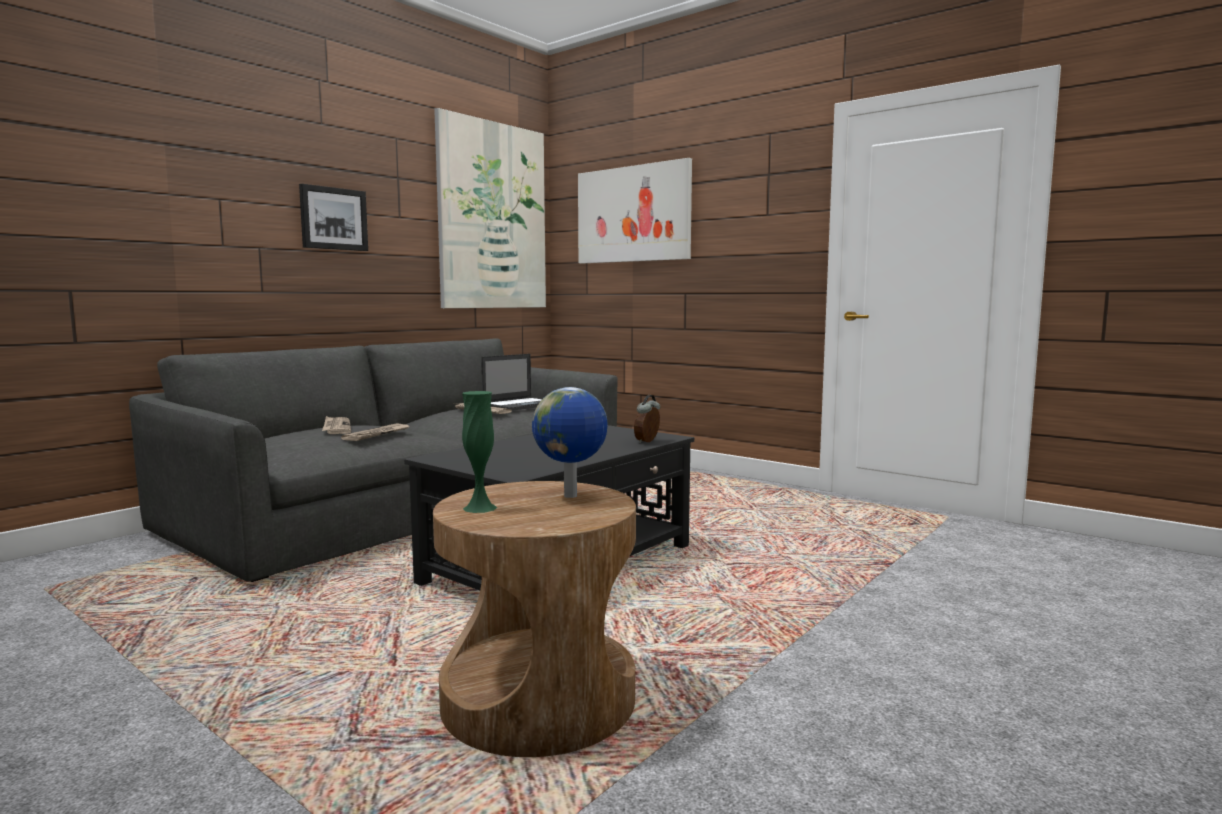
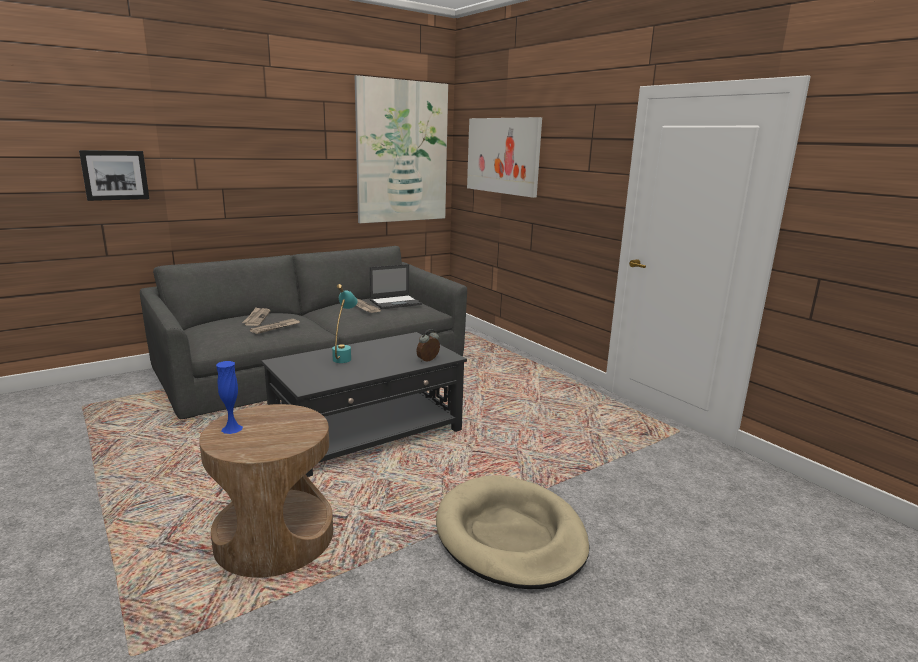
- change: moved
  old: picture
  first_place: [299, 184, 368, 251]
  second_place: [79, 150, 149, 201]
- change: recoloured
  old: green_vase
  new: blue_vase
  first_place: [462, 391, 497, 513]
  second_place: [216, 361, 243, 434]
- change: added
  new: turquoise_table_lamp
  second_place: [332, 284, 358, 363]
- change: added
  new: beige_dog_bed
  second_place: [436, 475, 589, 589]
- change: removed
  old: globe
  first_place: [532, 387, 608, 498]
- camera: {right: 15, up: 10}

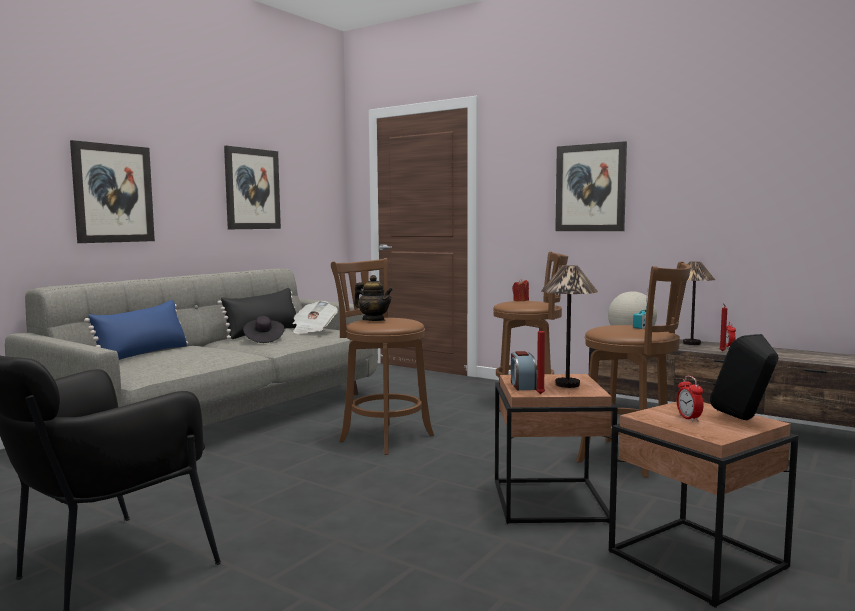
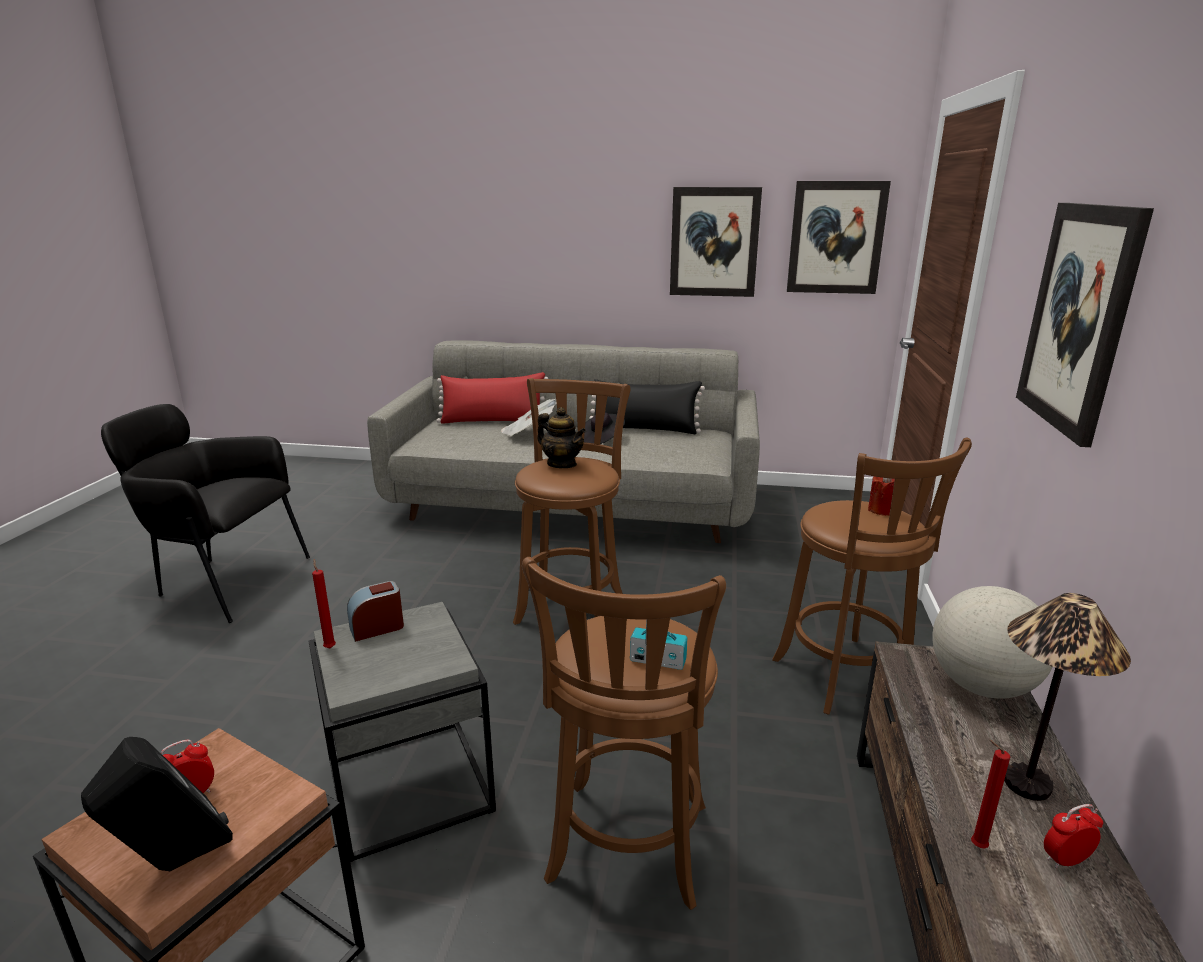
- change: recoloured
  old: brown_side_table
  new: grey_side_table
  first_place: [495, 374, 617, 524]
  second_place: [309, 602, 496, 862]
- change: recoloured
  old: blue_pillow
  new: red_pillow
  first_place: [84, 300, 188, 360]
  second_place: [436, 372, 548, 424]
- change: moved
  old: newspaper
  first_place: [292, 301, 338, 334]
  second_place: [501, 399, 557, 437]
- change: turned
  old: teapot
  first_place: [354, 275, 393, 321]
  second_place: [537, 407, 586, 468]
  degrees: -60
- change: moved
  old: picture
  first_place: [70, 140, 155, 243]
  second_place: [787, 181, 891, 294]
- change: removed
  old: table_lamp
  first_place: [541, 265, 598, 388]
- camera: {right: 65, up: 15}

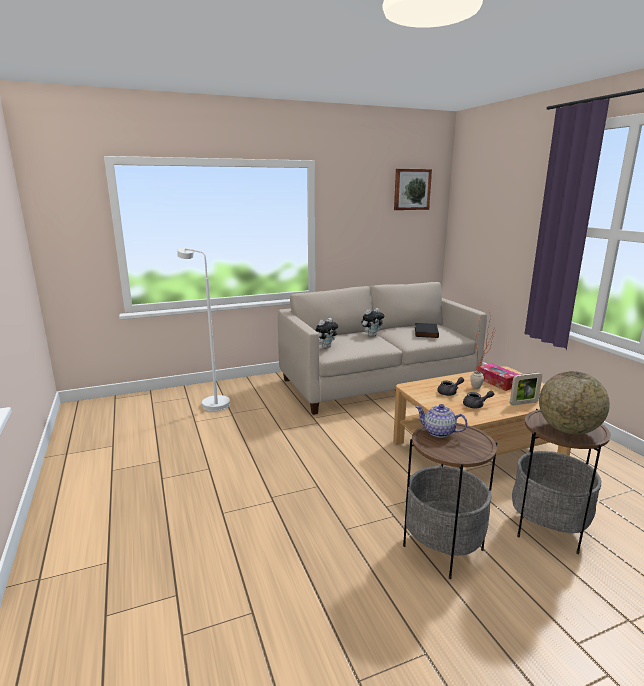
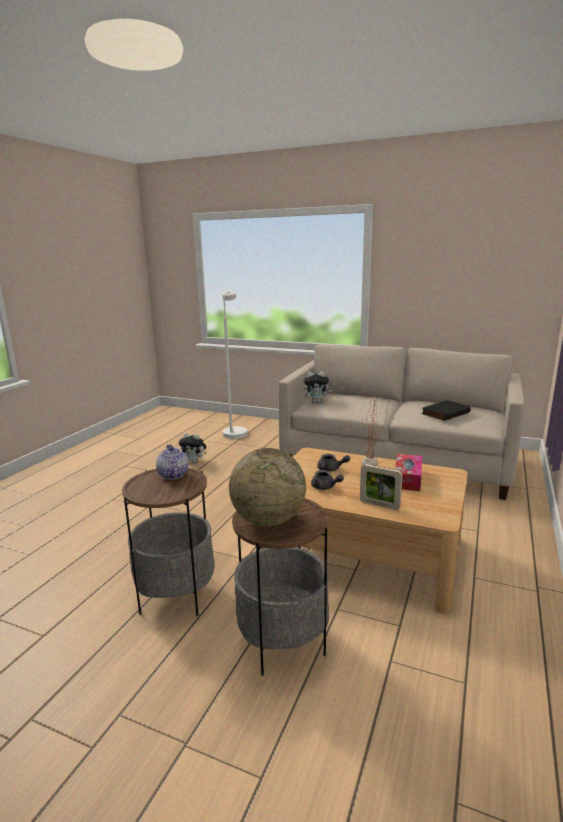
- change: moved
  old: plush_toy
  first_place: [361, 308, 384, 337]
  second_place: [179, 433, 207, 463]
- change: removed
  old: picture
  first_place: [394, 169, 432, 210]
- camera: {right: 45, up: 0}

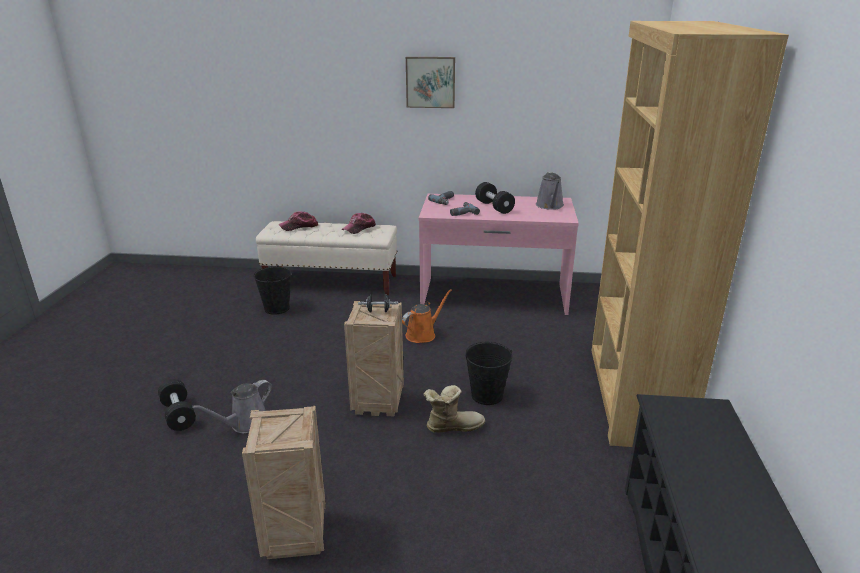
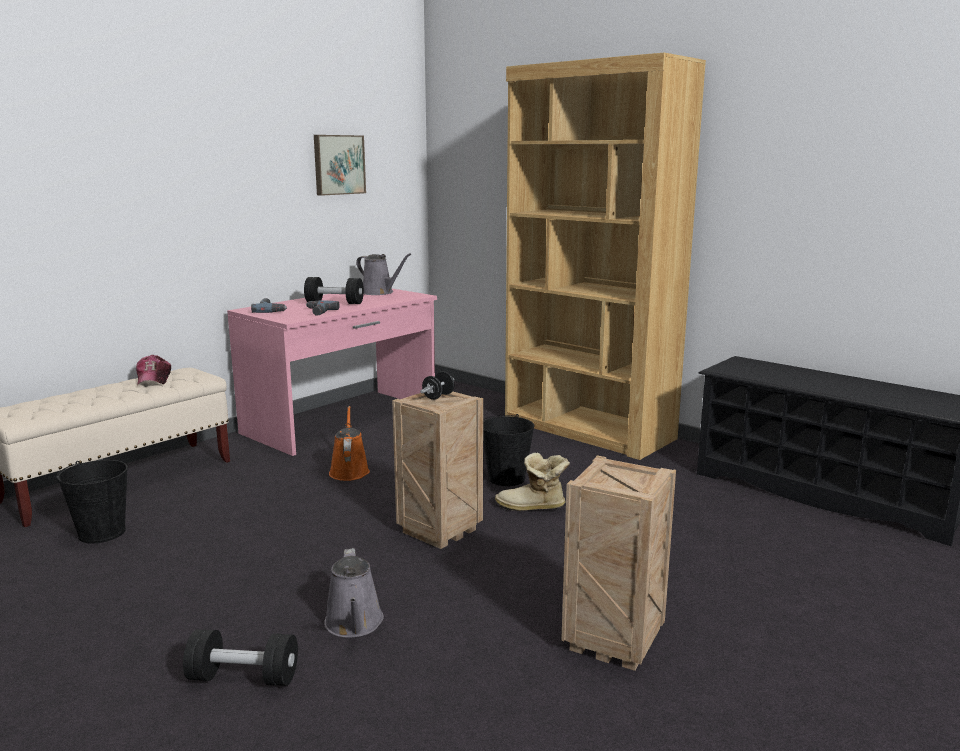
- change: moved
  old: picture
  first_place: [406, 57, 455, 108]
  second_place: [314, 135, 366, 196]
- change: turned
  old: boot
  first_place: [423, 385, 485, 433]
  second_place: [495, 453, 570, 511]
  degrees: -105
- change: removed
  old: cap
  first_place: [279, 211, 318, 231]
- camera: {right: -55, up: -10}

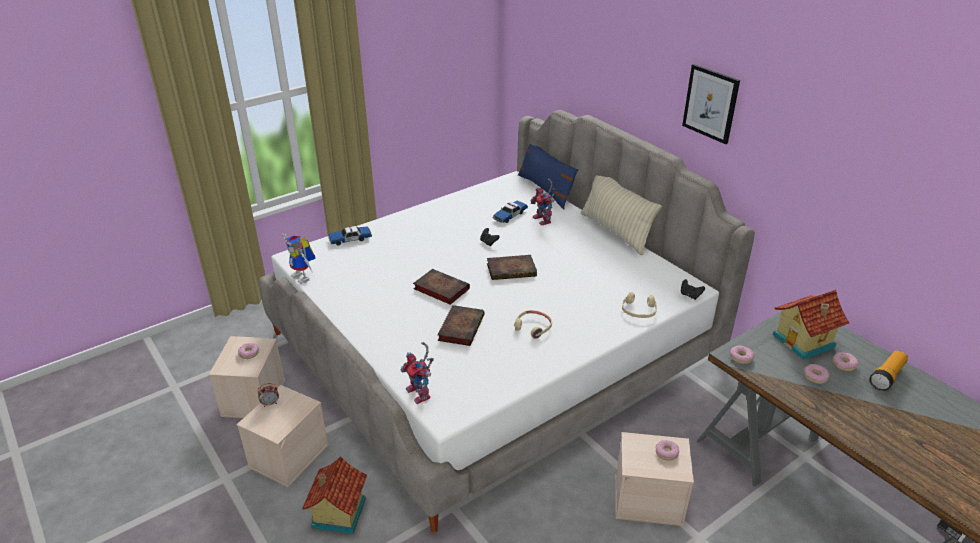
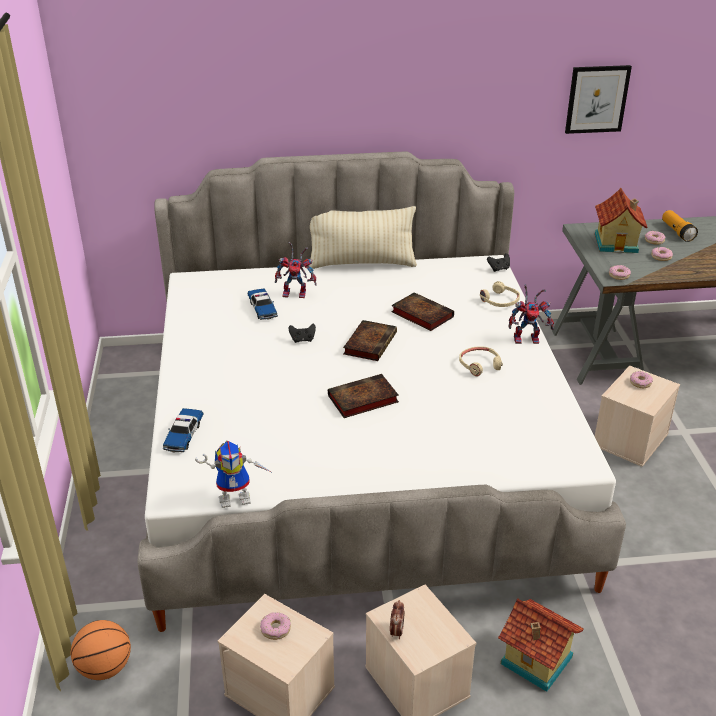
- change: added
  new: basketball
  second_place: [71, 620, 131, 680]
- change: moved
  old: book
  first_place: [437, 305, 484, 346]
  second_place: [391, 292, 454, 331]
- change: moved
  old: toy_robot
  first_place: [400, 342, 433, 404]
  second_place: [509, 284, 554, 344]
- change: moved
  old: picture
  first_place: [682, 64, 740, 144]
  second_place: [565, 65, 632, 134]
- change: removed
  old: blue_pillow
  first_place: [518, 144, 578, 209]
- camera: {right: -60, up: 0}

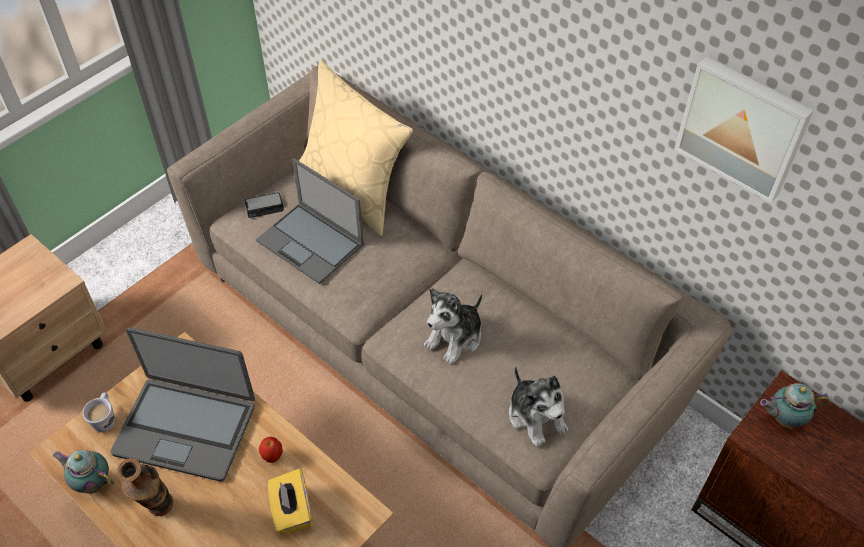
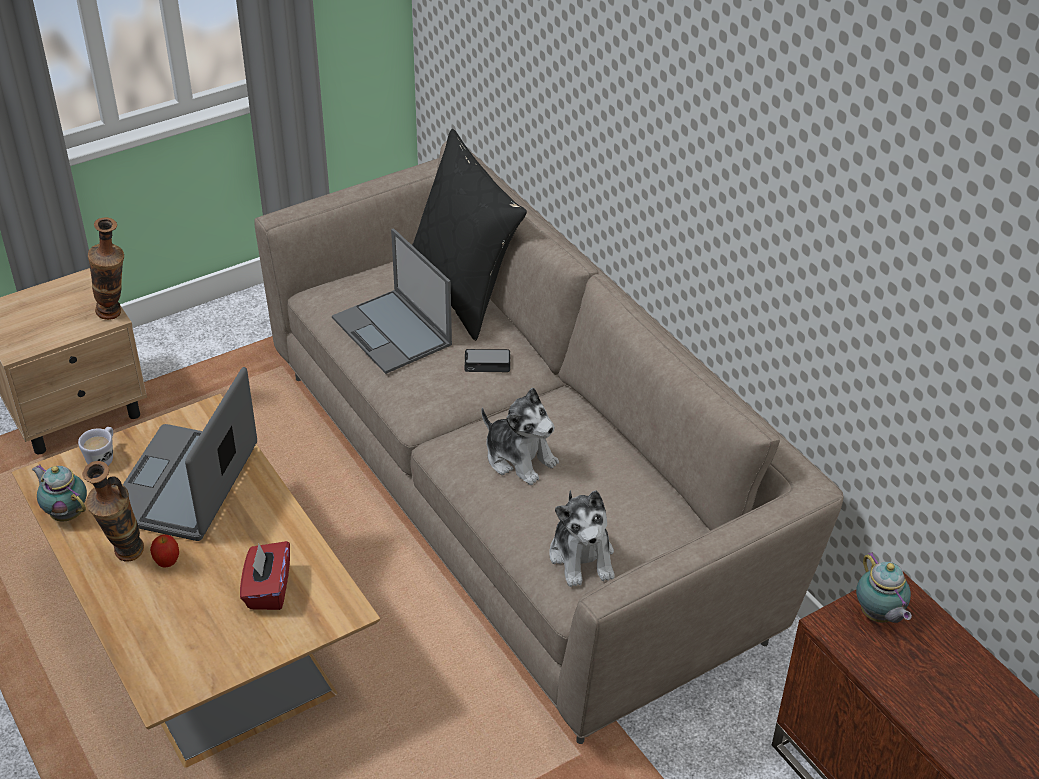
- change: added
  new: vase
  second_place: [88, 218, 124, 320]
- change: turned
  old: laptop
  first_place: [110, 328, 255, 482]
  second_place: [123, 367, 257, 541]
  degrees: 75
- change: moved
  old: apple
  first_place: [259, 437, 283, 463]
  second_place: [150, 534, 179, 567]
- change: recoloured
  old: yellow_tissue_box
  new: red_tissue_box
  first_place: [268, 469, 312, 534]
  second_place: [240, 541, 290, 610]
- change: recoloured
  old: beige_pillow
  new: black_pillow
  first_place: [299, 61, 413, 236]
  second_place: [412, 129, 527, 341]
- change: moved
  old: phone
  first_place: [245, 192, 284, 218]
  second_place: [464, 349, 510, 372]
- change: turned
  old: plush_toy
  first_place: [424, 288, 482, 365]
  second_place: [481, 388, 559, 485]
  degrees: -105
- change: turned
  old: teapot
  first_place: [760, 383, 830, 428]
  second_place: [856, 552, 912, 623]
  degrees: -120
- change: removed
  old: picture
  first_place: [674, 56, 814, 203]
- camera: {right: 15, up: -10}

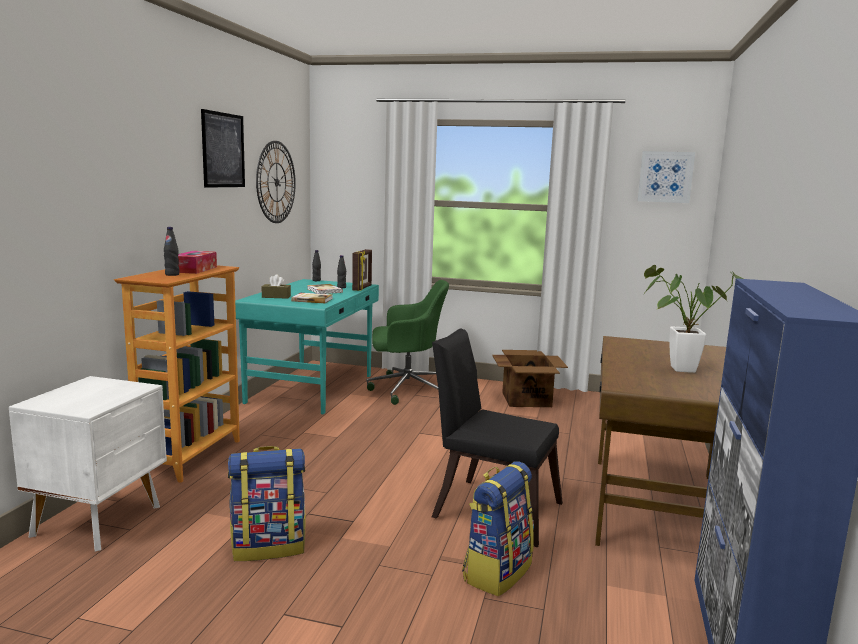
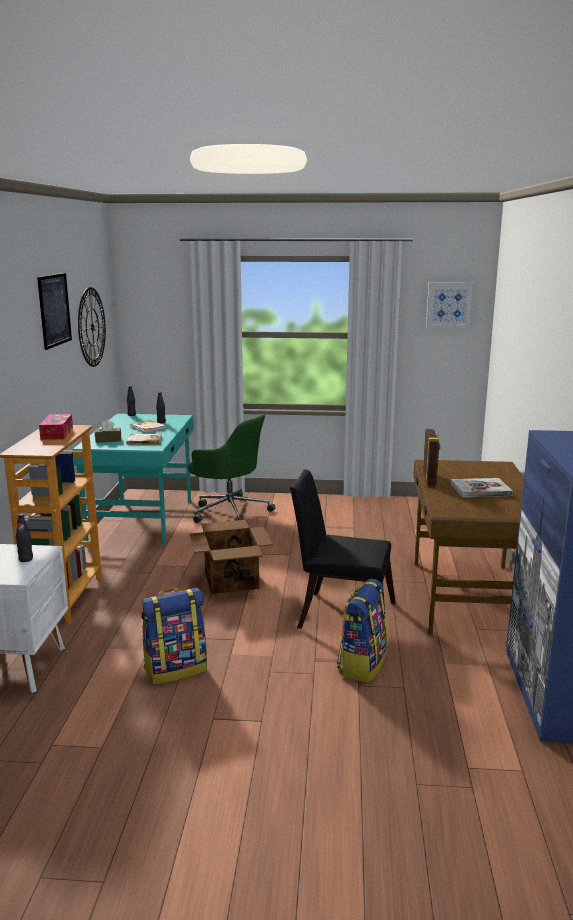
- change: moved
  old: black_bottle
  first_place: [164, 227, 179, 276]
  second_place: [16, 514, 33, 562]
- change: turned
  old: green_office_chair
  first_place: [367, 280, 449, 405]
  second_place: [188, 414, 276, 523]
  degrees: 45
- change: moved
  old: cardboard_box
  first_place: [492, 350, 568, 407]
  second_place: [190, 520, 273, 594]
- change: moved
  old: picture_frame
  first_place: [352, 249, 372, 291]
  second_place: [423, 429, 440, 486]
- change: replaced
  old: potted_plant
  new: book
  first_place: [644, 265, 743, 373]
  second_place: [451, 478, 513, 497]
- camera: {right: -10, up: 5}

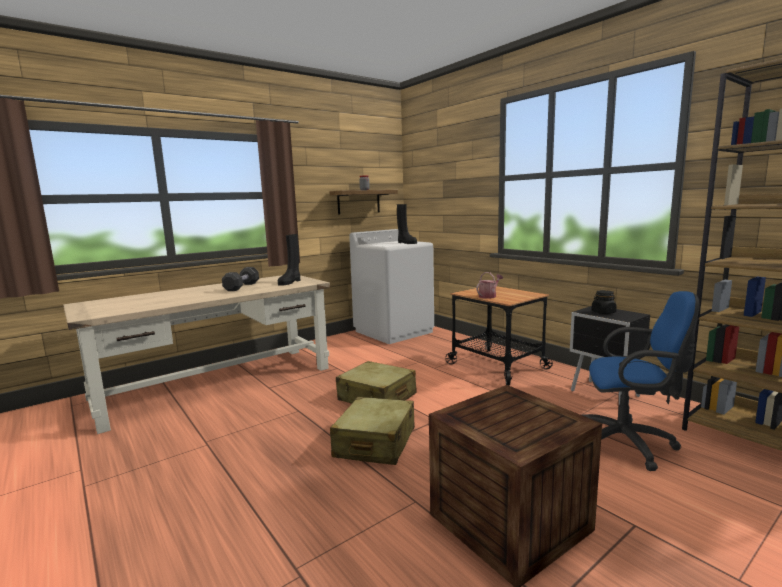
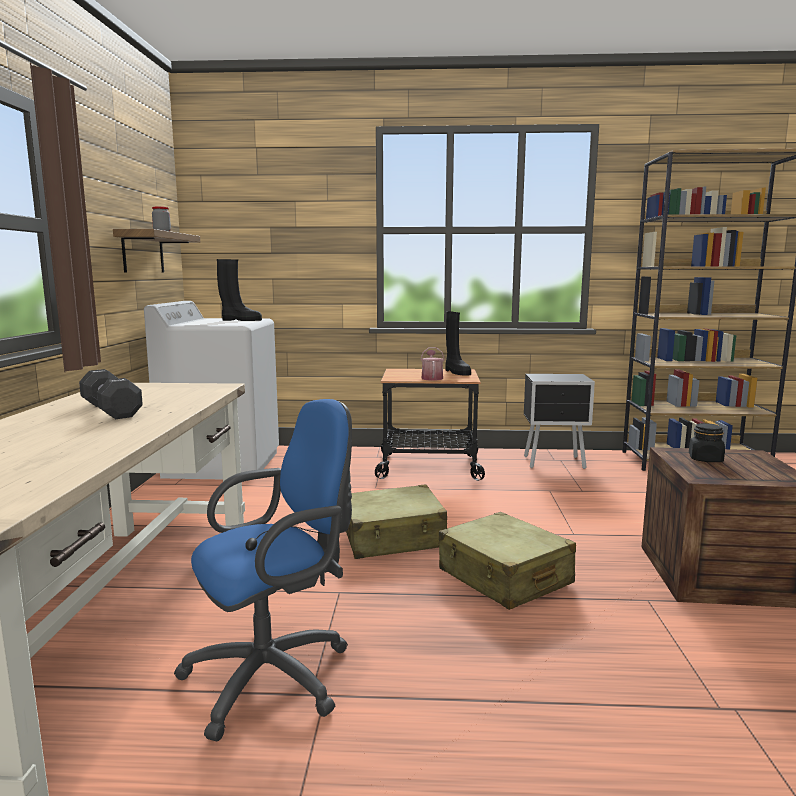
- change: moved
  old: blue_office_chair
  first_place: [582, 291, 700, 471]
  second_place: [174, 399, 352, 741]
- change: moved
  old: black_boot
  first_place: [278, 234, 300, 286]
  second_place: [445, 311, 471, 376]
- change: moved
  old: black_jar
  first_place: [591, 290, 617, 314]
  second_place: [689, 423, 725, 462]
- camera: {right: -50, up: 0}

